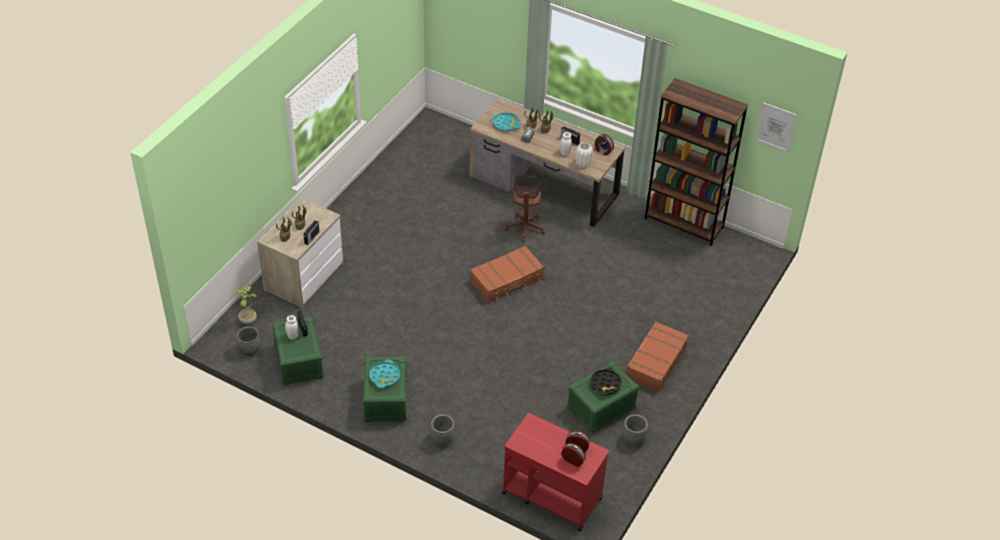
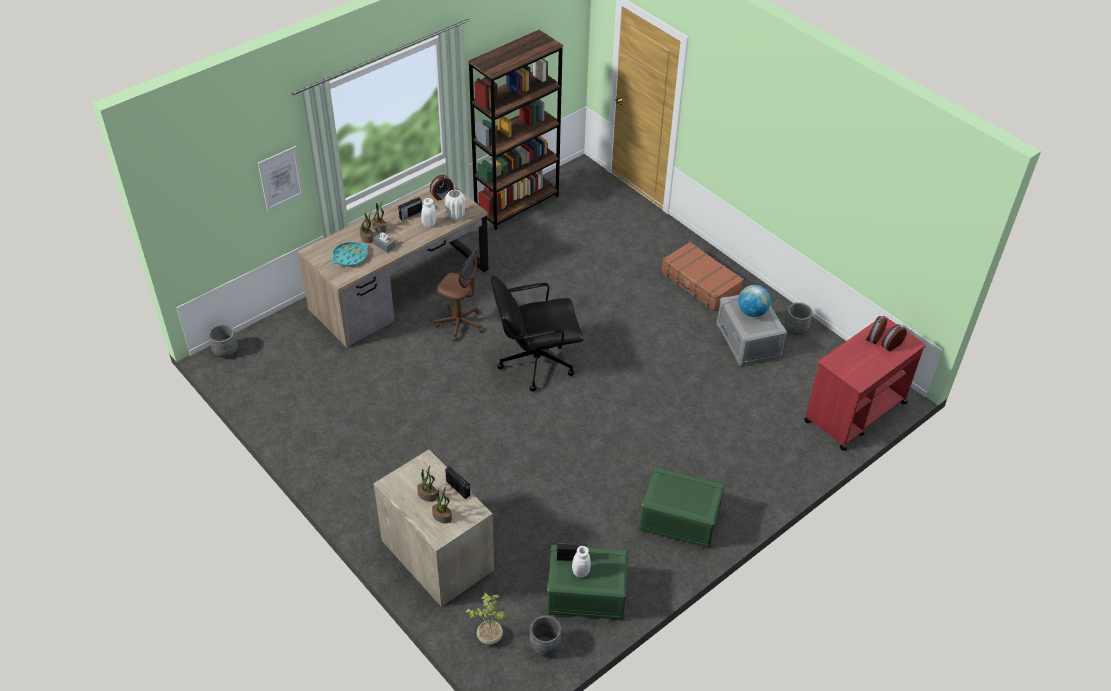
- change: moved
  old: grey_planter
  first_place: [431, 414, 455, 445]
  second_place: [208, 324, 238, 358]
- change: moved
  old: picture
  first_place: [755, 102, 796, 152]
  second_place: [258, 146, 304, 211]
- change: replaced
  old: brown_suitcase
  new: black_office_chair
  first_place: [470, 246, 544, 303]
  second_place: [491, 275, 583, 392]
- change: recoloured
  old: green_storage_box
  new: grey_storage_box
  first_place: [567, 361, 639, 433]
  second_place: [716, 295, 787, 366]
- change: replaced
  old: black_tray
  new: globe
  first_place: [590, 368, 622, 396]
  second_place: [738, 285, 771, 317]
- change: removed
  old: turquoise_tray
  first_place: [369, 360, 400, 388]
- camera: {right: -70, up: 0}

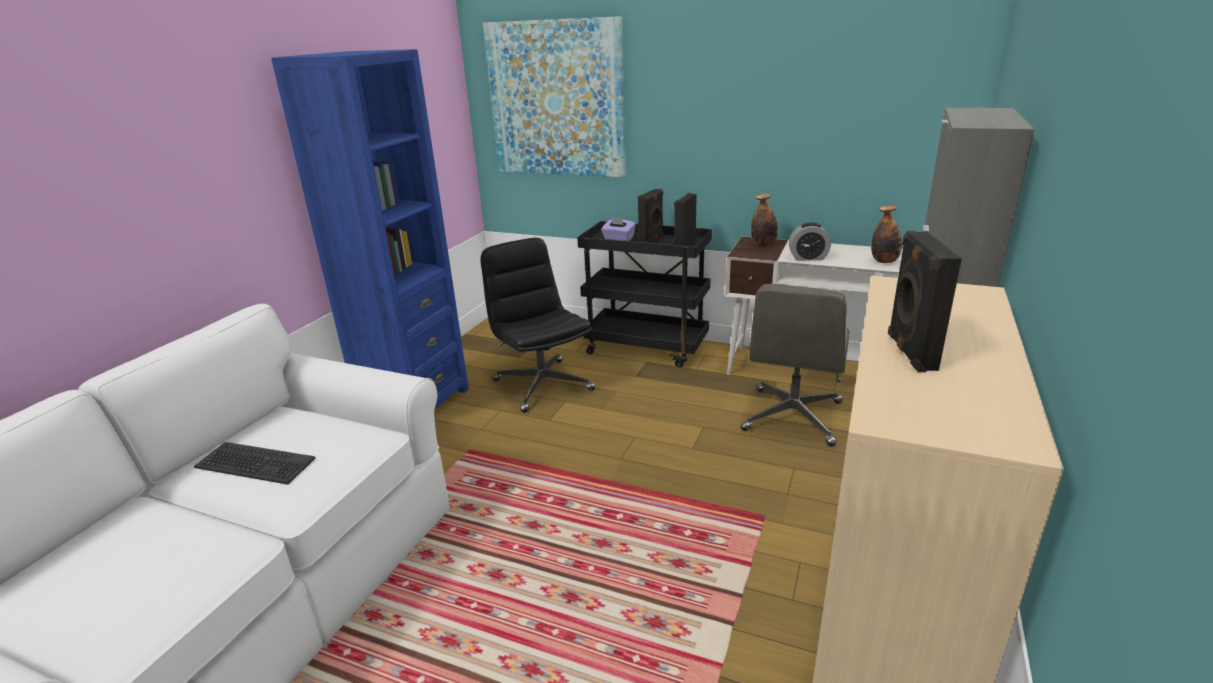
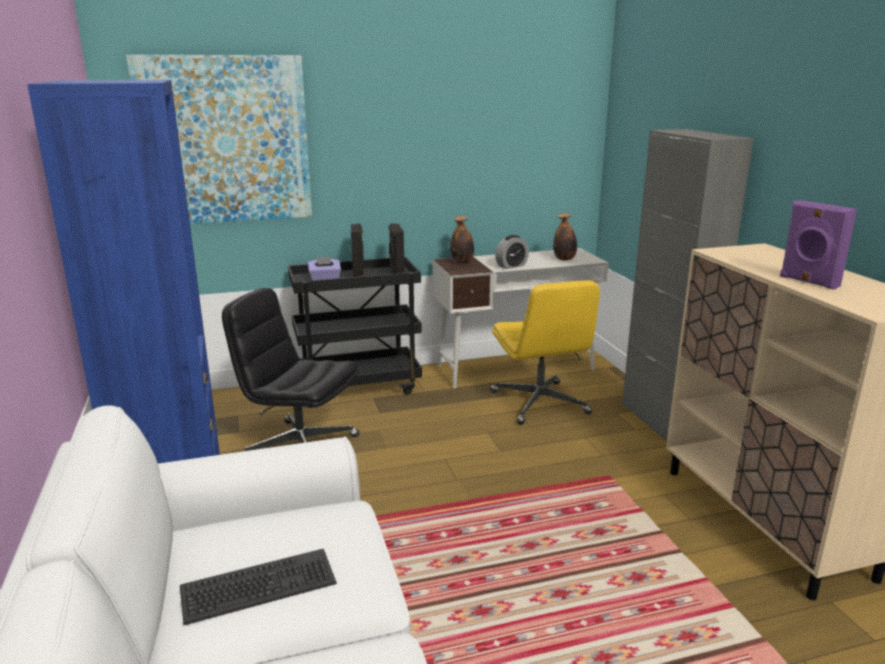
- change: recoloured
  old: grey_office_chair
  new: yellow_office_chair
  first_place: [741, 284, 849, 447]
  second_place: [490, 280, 600, 425]
- change: recoloured
  old: black_speaker
  new: purple_speaker
  first_place: [888, 231, 962, 372]
  second_place: [780, 200, 857, 290]
- camera: {right: -40, up: -5}

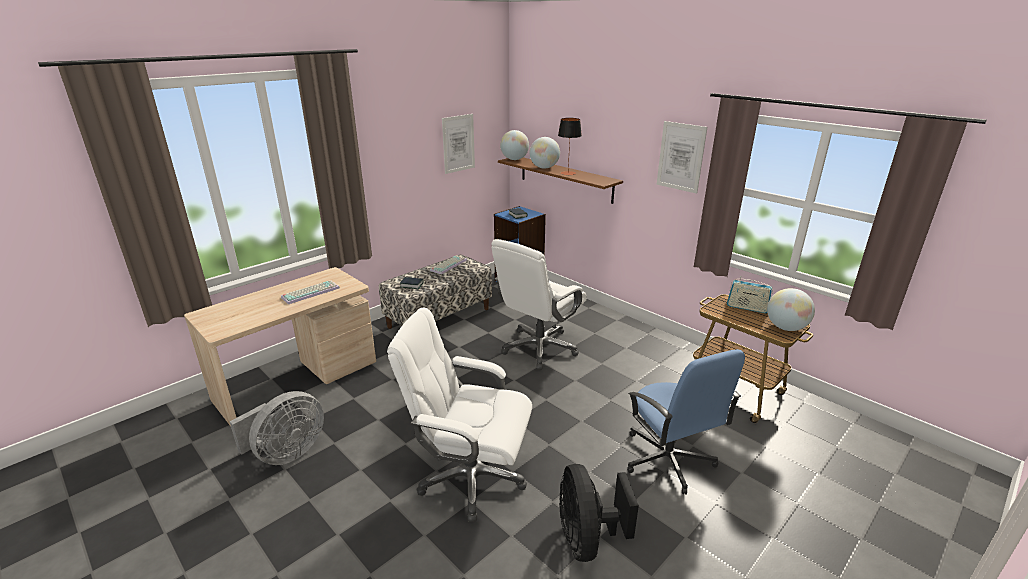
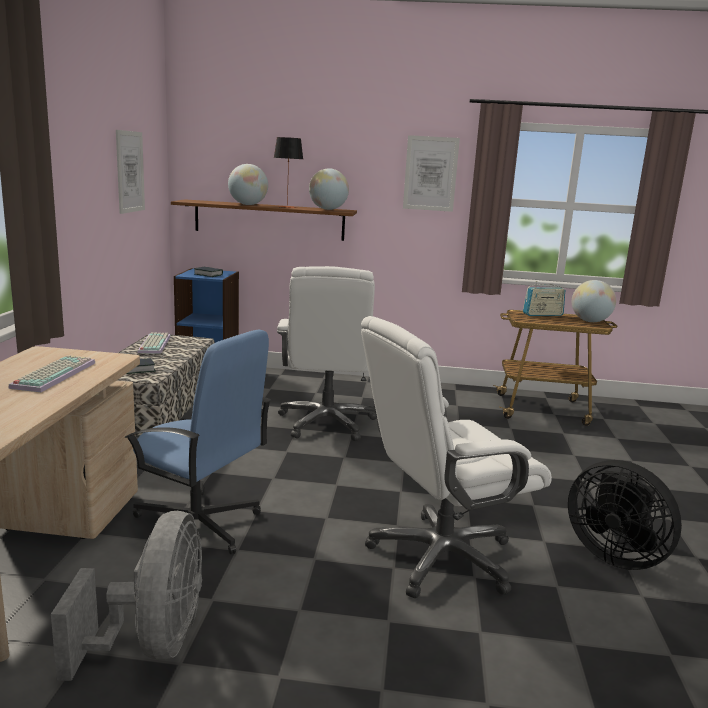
- change: moved
  old: blue_office_chair
  first_place: [627, 349, 745, 495]
  second_place: [124, 329, 271, 554]
- change: moved
  old: globe
  first_place: [500, 130, 529, 160]
  second_place: [309, 168, 349, 210]
- camera: {right: -40, up: -10}

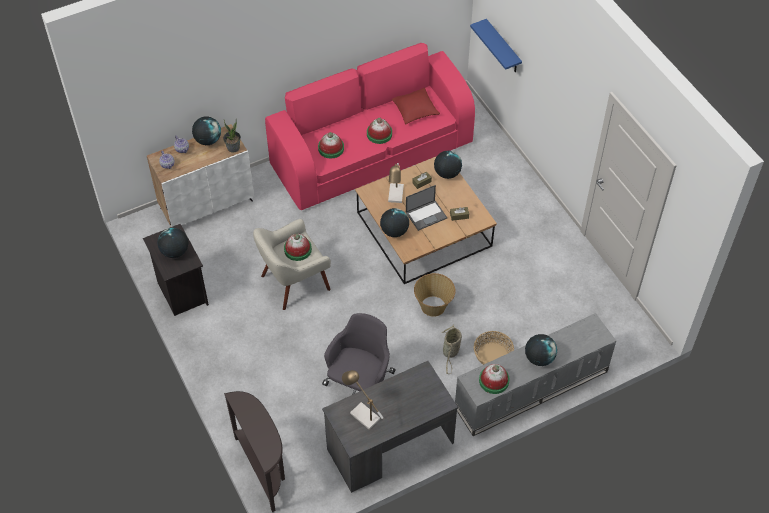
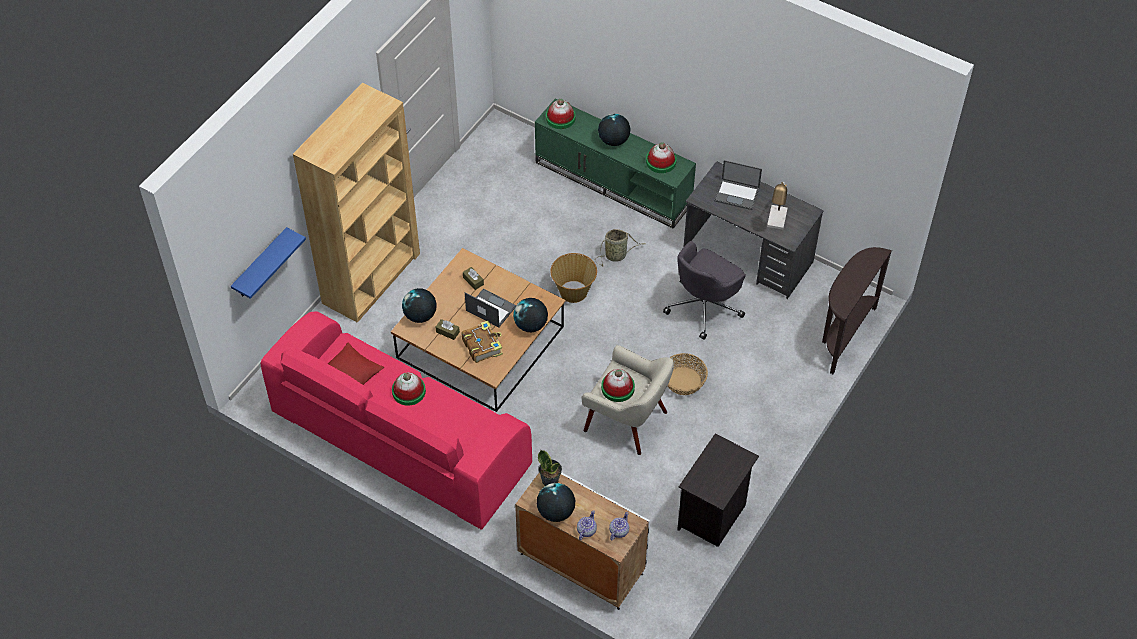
- change: added
  new: brown_bookcase
  second_place: [293, 83, 420, 323]
- change: replaced
  old: table_lamp
  new: book
  first_place: [388, 163, 404, 203]
  second_place: [461, 321, 503, 363]
- change: recoloured
  old: grey_tv_stand
  new: green_tv_stand
  first_place: [455, 313, 616, 436]
  second_place: [535, 98, 696, 229]
- change: moved
  old: hat
  first_place: [318, 132, 344, 158]
  second_place: [546, 99, 576, 129]
- change: turned
  old: grey_office_chair
  first_place: [322, 313, 396, 395]
  second_place: [663, 241, 746, 340]
  degrees: -45
- change: moved
  old: basket
  first_place: [474, 331, 514, 365]
  second_place: [667, 353, 708, 395]
- change: added
  new: laptop
  second_place: [714, 160, 762, 210]
- change: removed
  old: globe
  first_place: [157, 228, 188, 258]
- camera: {right: -120, up: 0}

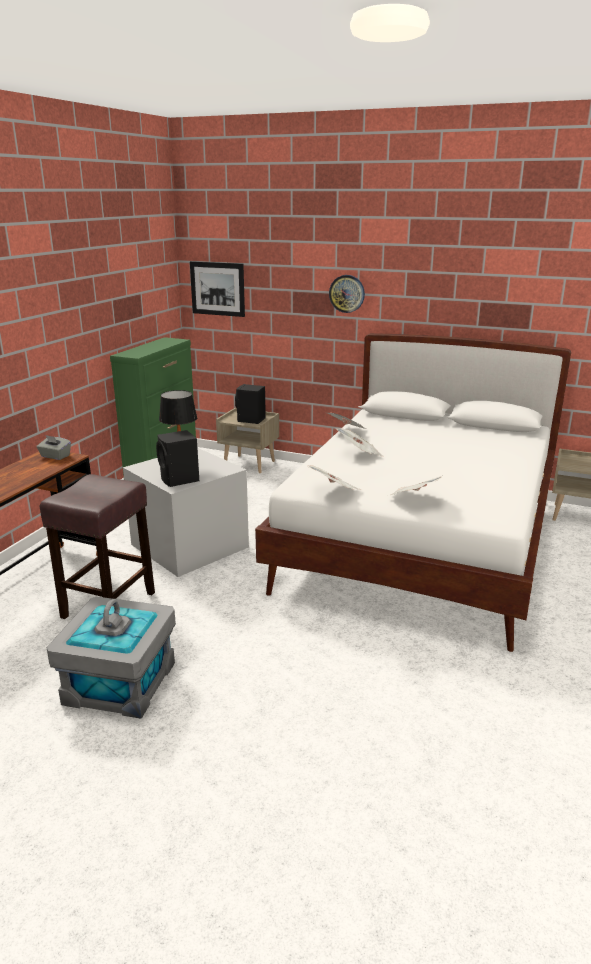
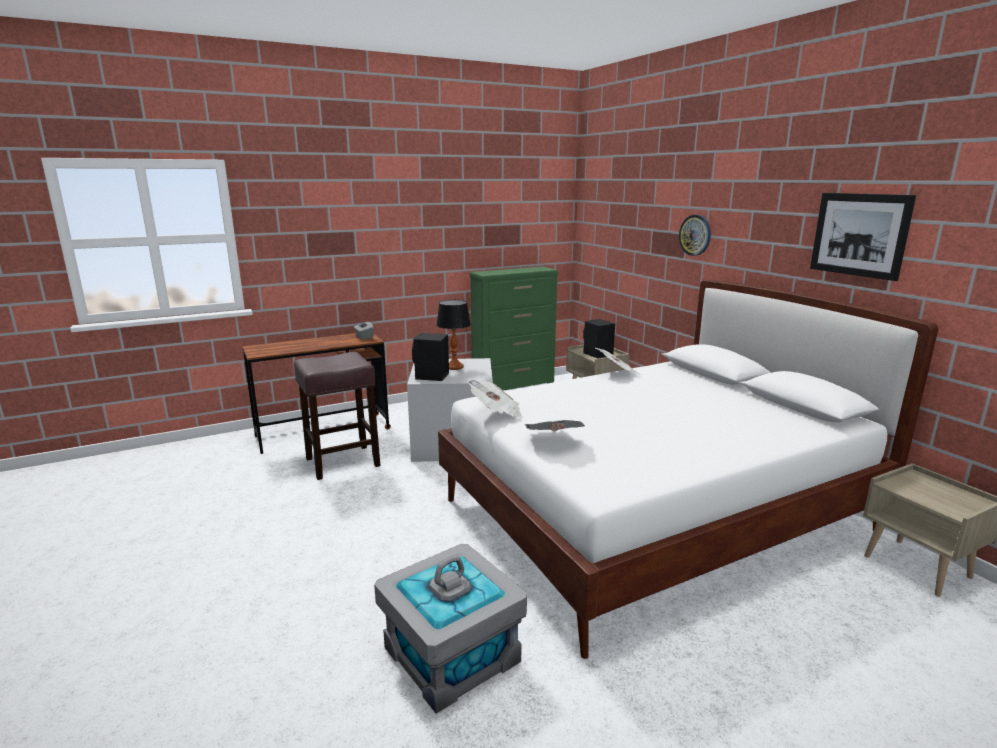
- change: moved
  old: grey_storage_box
  first_place: [47, 597, 176, 719]
  second_place: [374, 544, 527, 714]
- change: moved
  old: picture
  first_place: [190, 261, 245, 317]
  second_place: [810, 193, 916, 281]
- change: removed
  old: newspaper
  first_place: [336, 428, 383, 456]
- camera: {right: 40, up: -5}

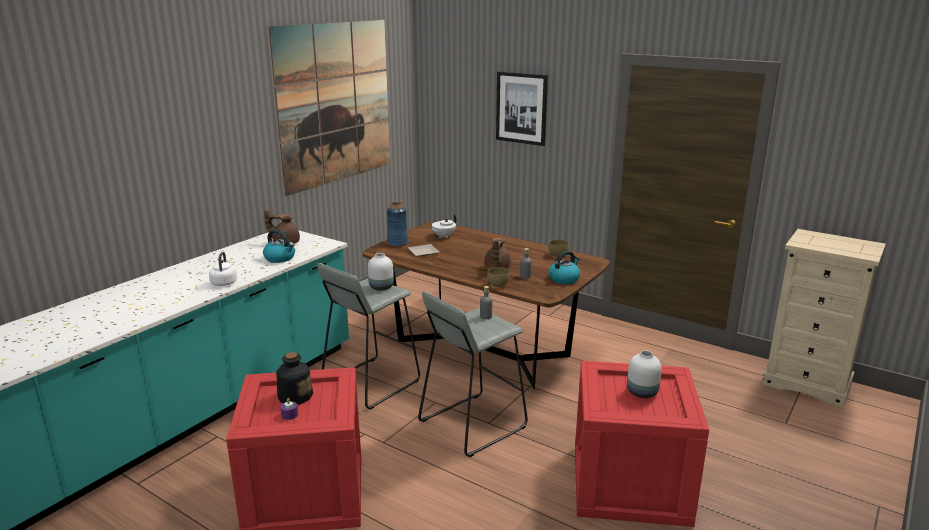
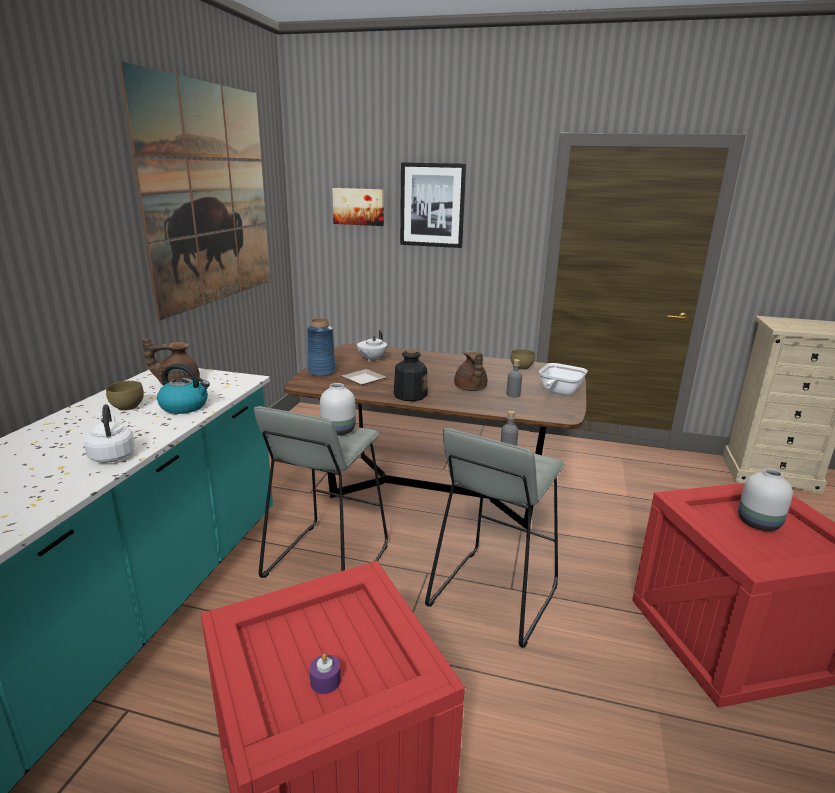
- change: moved
  old: brown_bowl
  first_place: [487, 267, 510, 288]
  second_place: [106, 381, 144, 411]
- change: added
  new: picture
  second_place: [332, 188, 384, 226]
- change: moved
  old: bottle
  first_place: [276, 352, 313, 405]
  second_place: [394, 349, 428, 401]
- change: replaced
  old: kettle
  new: frying_pan
  first_place: [549, 251, 580, 284]
  second_place: [539, 363, 588, 396]
- camera: {right: -20, up: 0}

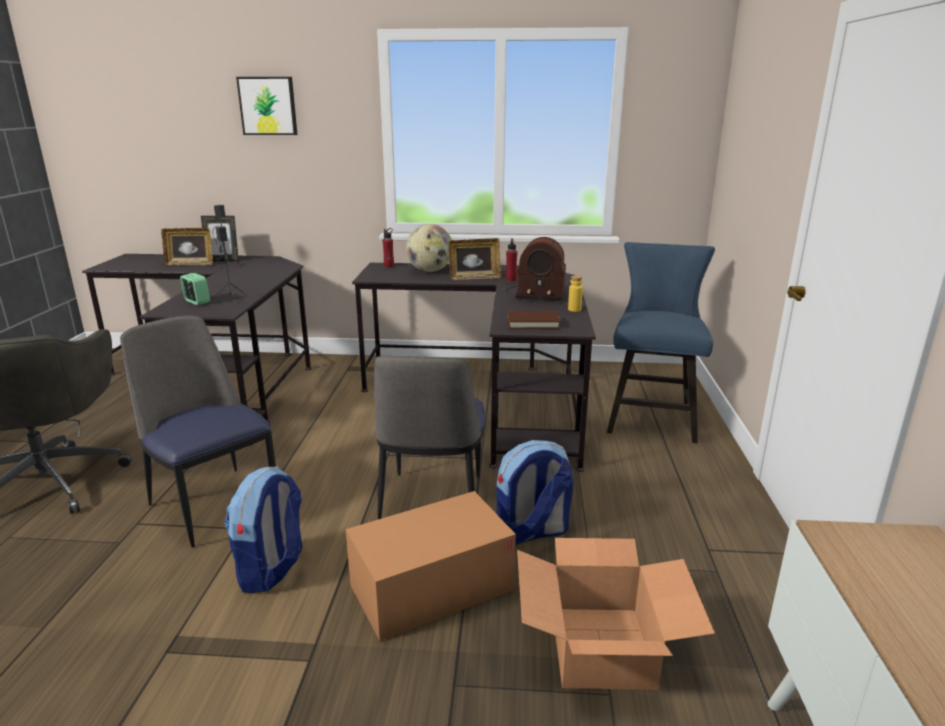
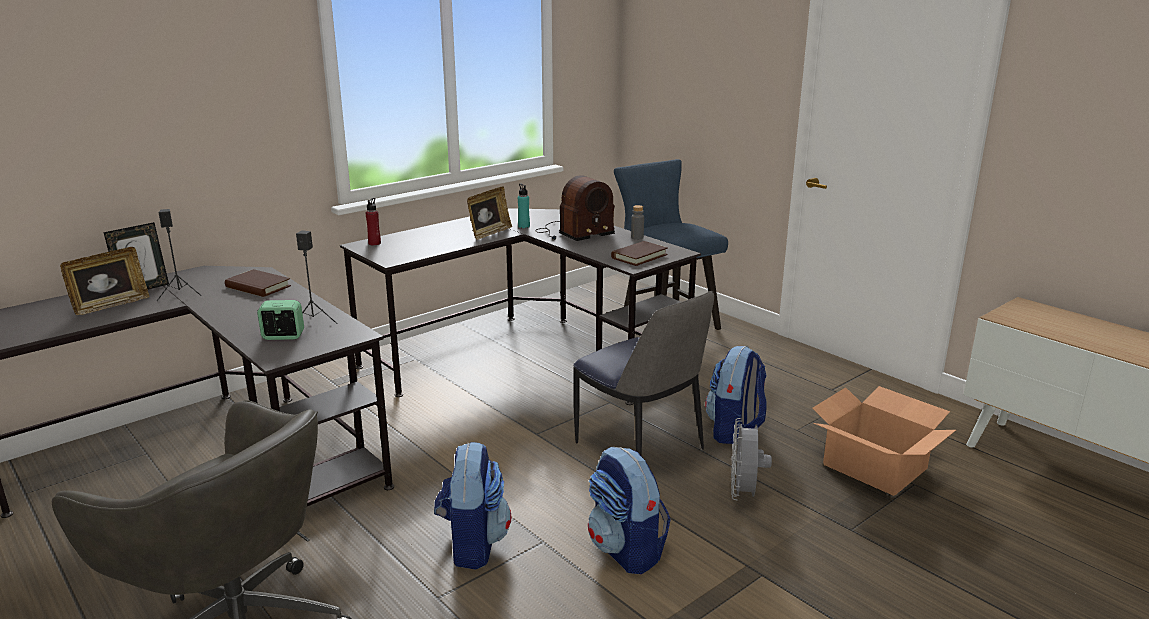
- change: added
  new: brown_book
  second_place: [225, 269, 291, 297]
- change: replaced
  old: chair
  new: backpack
  first_place: [120, 316, 276, 548]
  second_place: [434, 442, 511, 569]
- change: recoloured
  old: red_bottle
  new: turquoise_bottle
  first_place: [506, 238, 517, 281]
  second_place: [518, 184, 530, 228]
- change: recoloured
  old: yellow_bottle
  new: grey_bottle
  first_place: [568, 275, 583, 312]
  second_place: [631, 205, 644, 240]
- change: replaced
  old: cardboard_box
  new: grey_fan
  first_place: [346, 491, 516, 641]
  second_place: [731, 418, 772, 500]
- change: removed
  old: picture
  first_place: [236, 77, 297, 135]
- change: removed
  old: globe
  first_place: [406, 224, 452, 272]
- camera: {right: -45, up: 0}

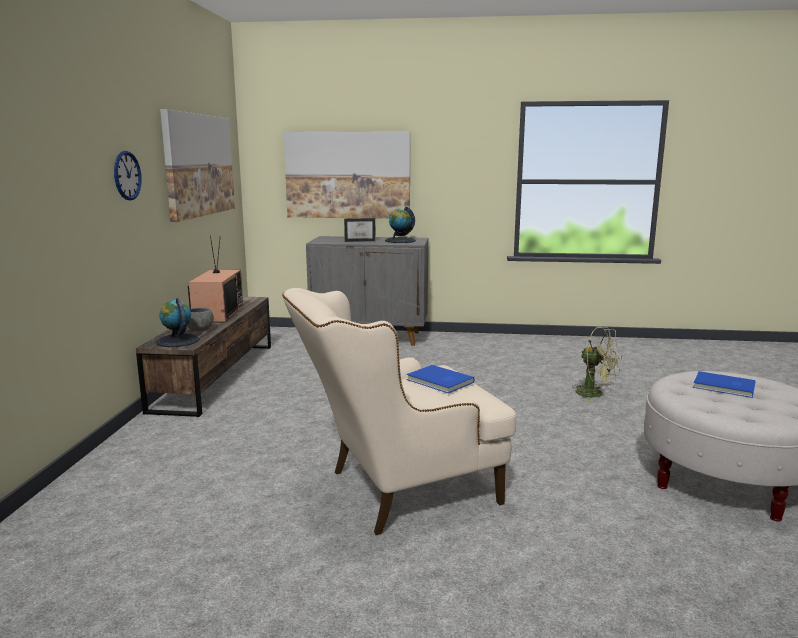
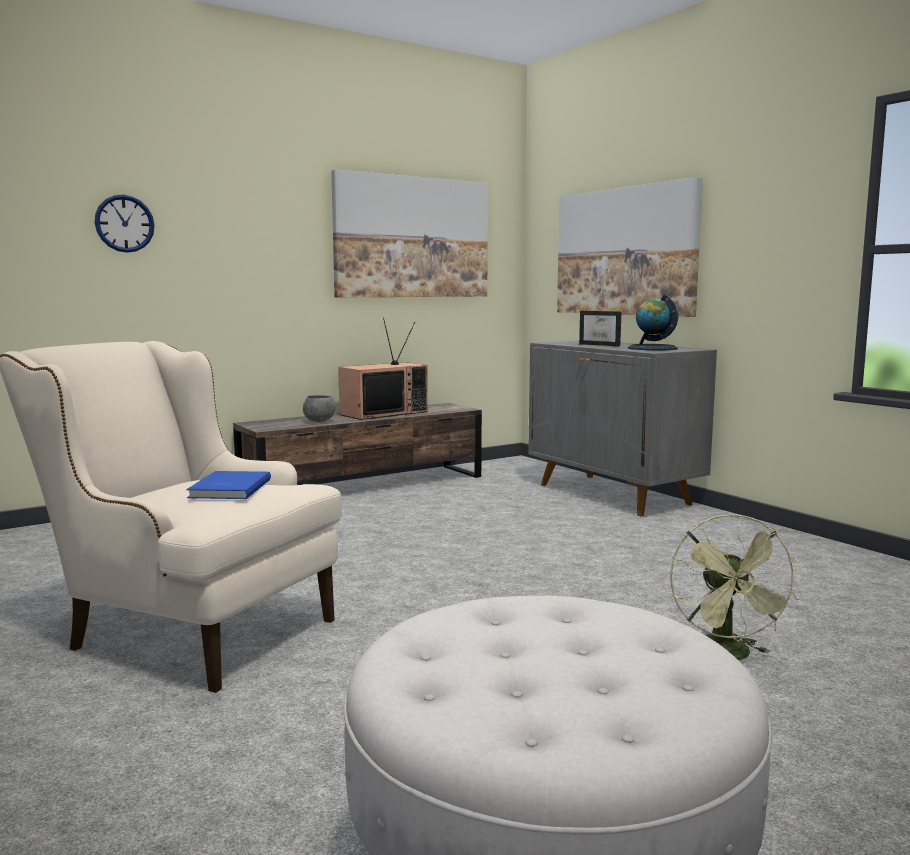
- change: moved
  old: wall_clock
  first_place: [114, 151, 142, 200]
  second_place: [95, 195, 154, 253]
- change: removed
  old: globe
  first_place: [156, 298, 199, 347]
- change: removed
  old: blue_book
  first_place: [693, 371, 756, 398]
- camera: {right: 50, up: -5}

